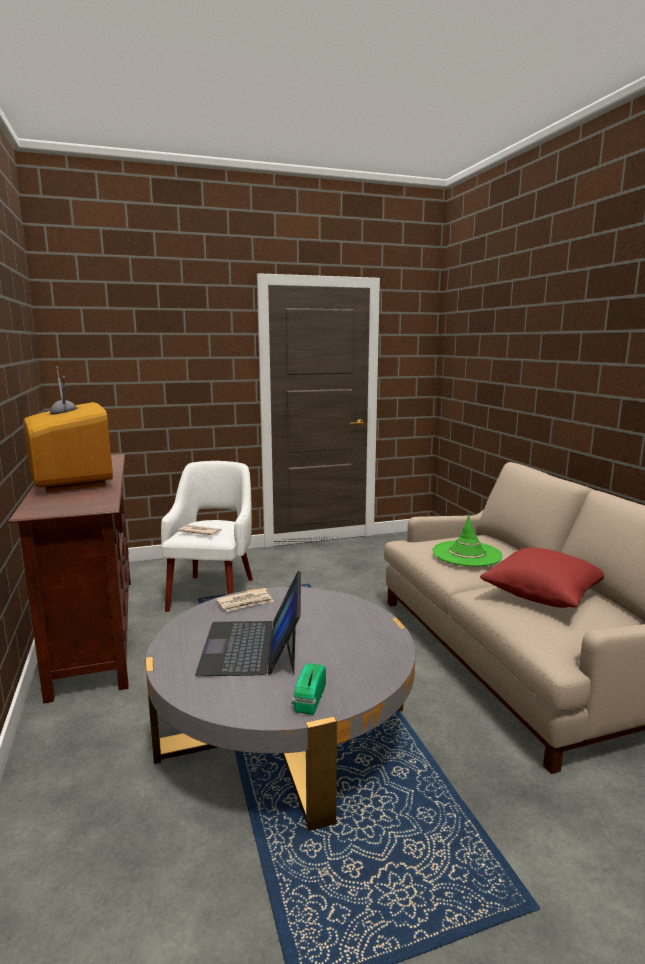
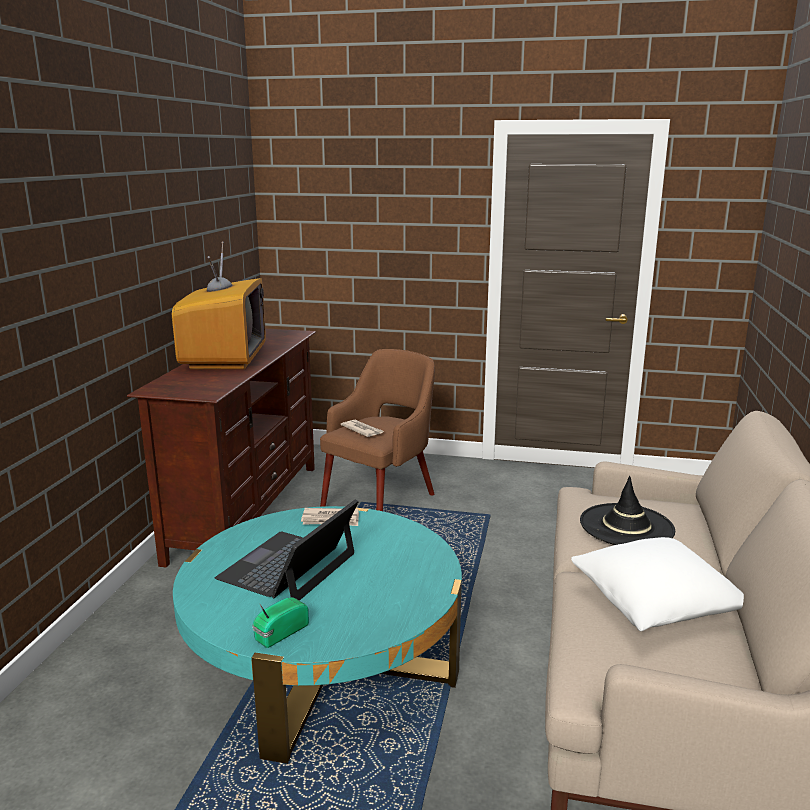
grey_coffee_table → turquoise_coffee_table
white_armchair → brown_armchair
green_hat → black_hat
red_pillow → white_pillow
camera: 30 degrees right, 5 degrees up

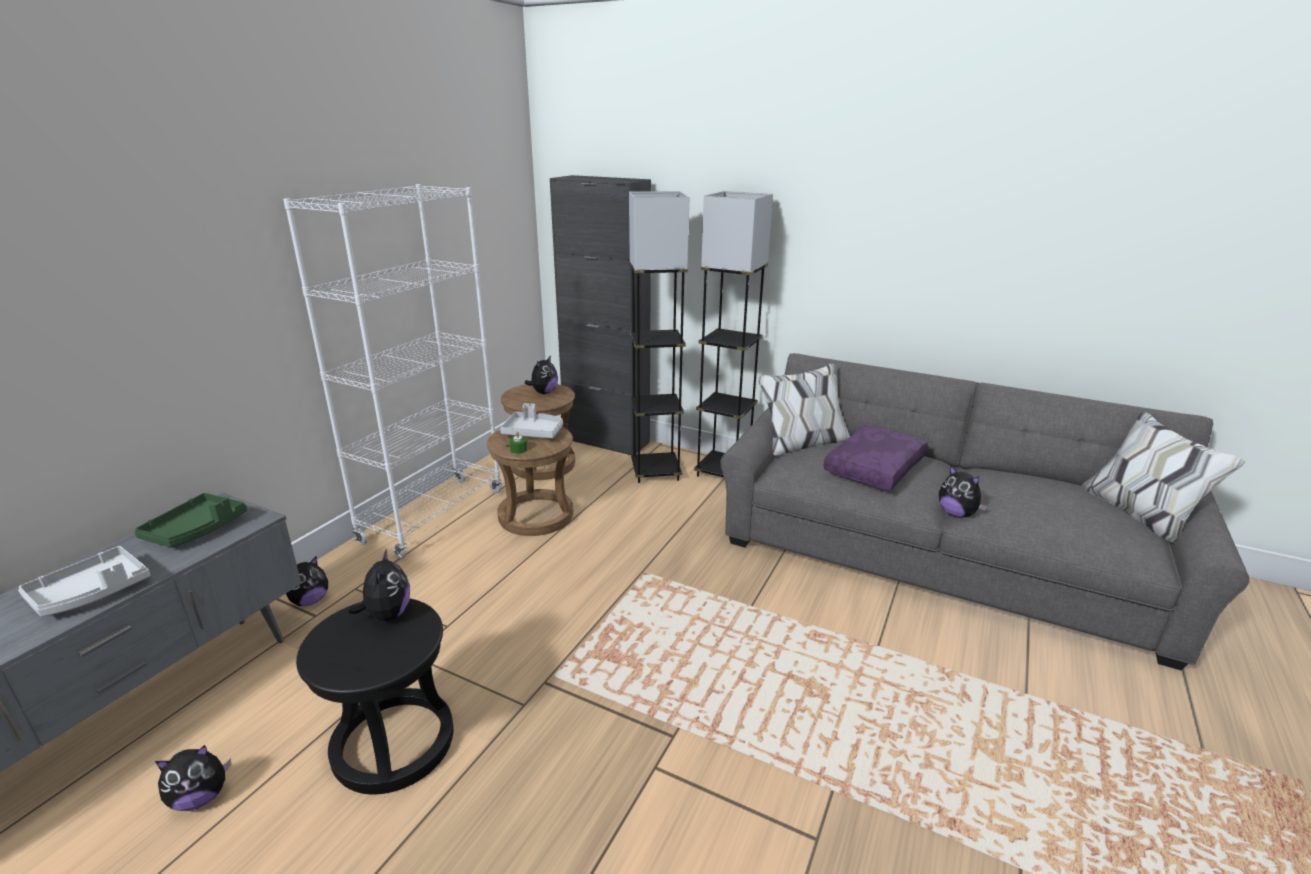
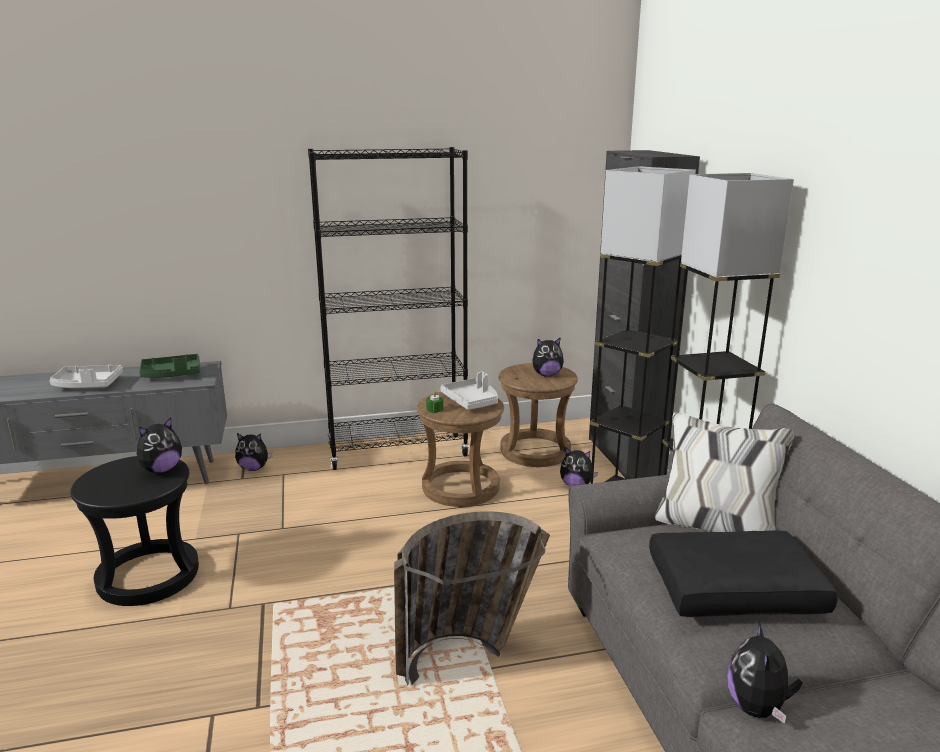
- → basket
plush_toy (1st from left in the first image) → plush_toy (4th from left), moved
white_bookcase → black_bookcase
purple_pillow → black_pillow
camera: 50 degrees right, 5 degrees down

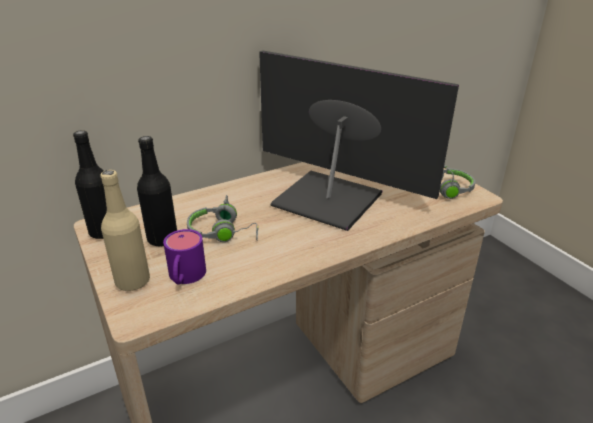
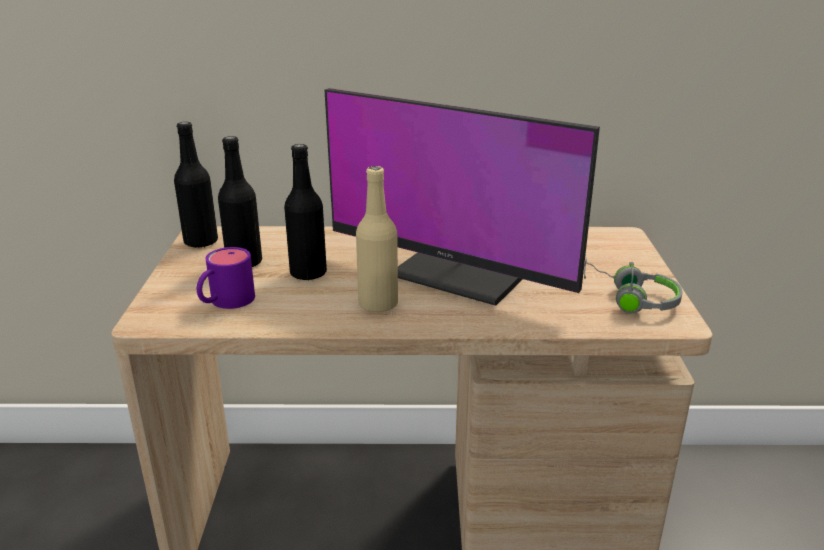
beige_bottle, moved
grey_headphones (1st from left) → black_bottle (3rd from left)
monitor, 150 degrees clockwise
camera: 30 degrees right, 5 degrees down

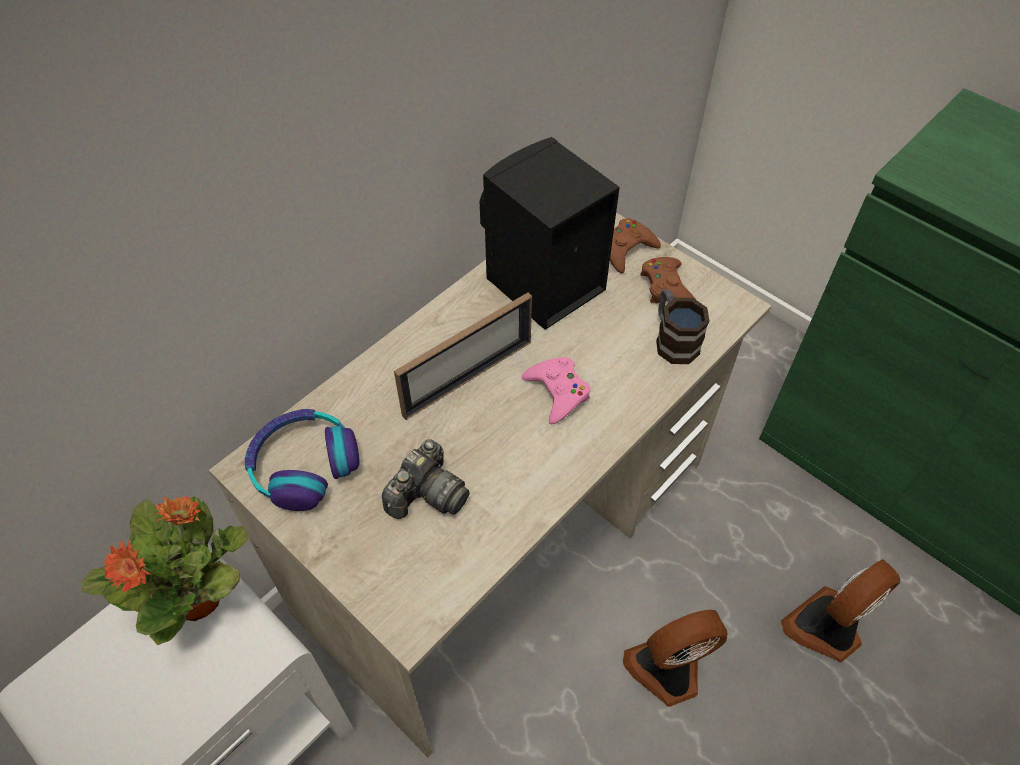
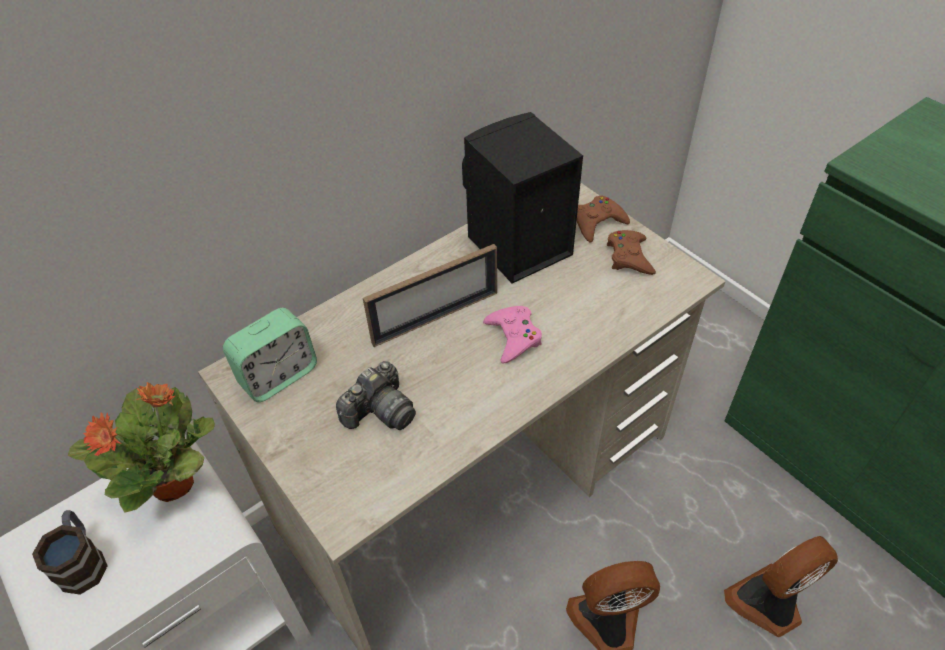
mug, moved
headphones → alarm_clock
camera: 10 degrees right, 5 degrees down

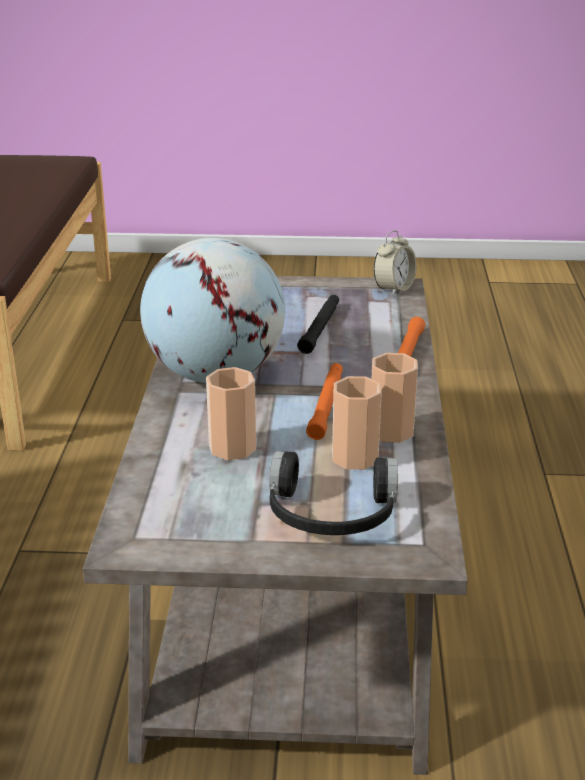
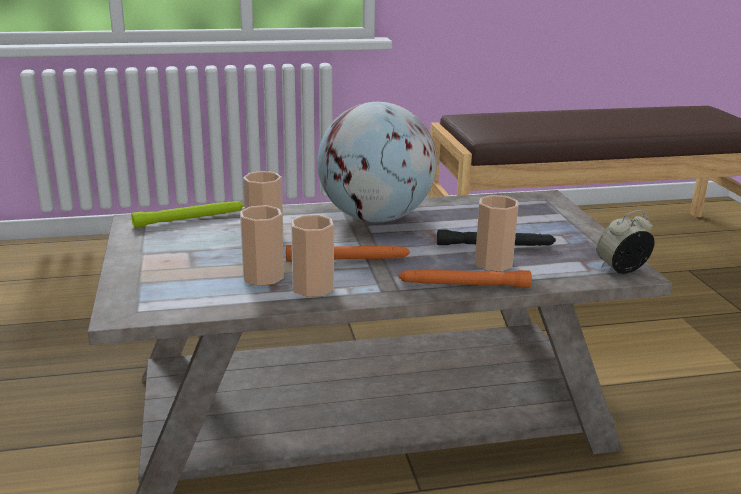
black_headphones → -
- → green_flashlight
- → cup (4th from left)
alarm_clock, 135 degrees clockwise
camera: 75 degrees right, 5 degrees down

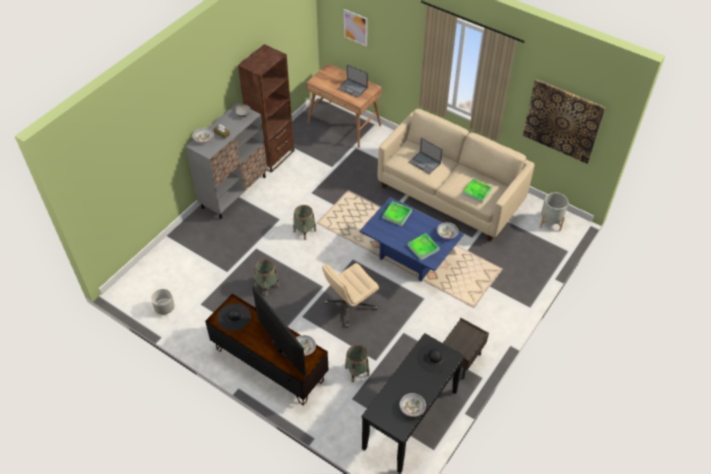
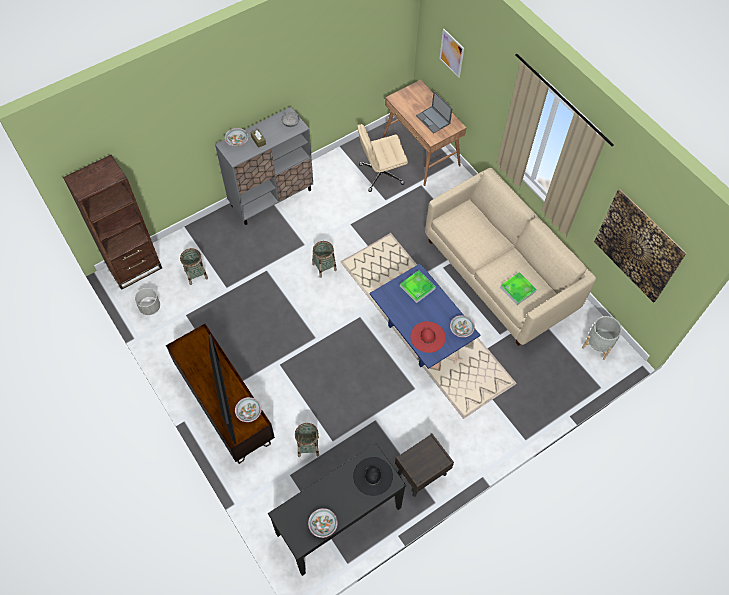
black_hat (1st from left) → -
laptop (2nd from left) → -
brown_bookcase, moved
basket (1st from left), moved
beige_office_chair, moved
tray (2nd from left) → red_hat
camera: 20 degrees right, 10 degrees up

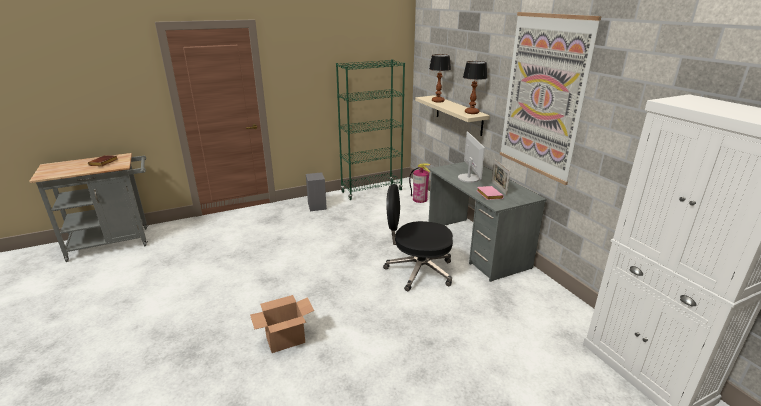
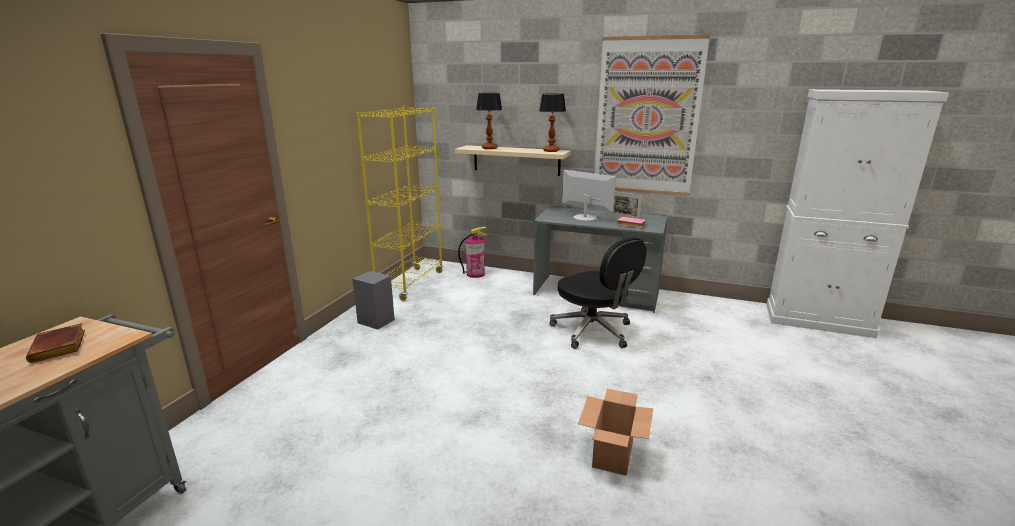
green_bookcase → yellow_bookcase
black_office_chair, 90 degrees counterclockwise
camera: 45 degrees left, 5 degrees down

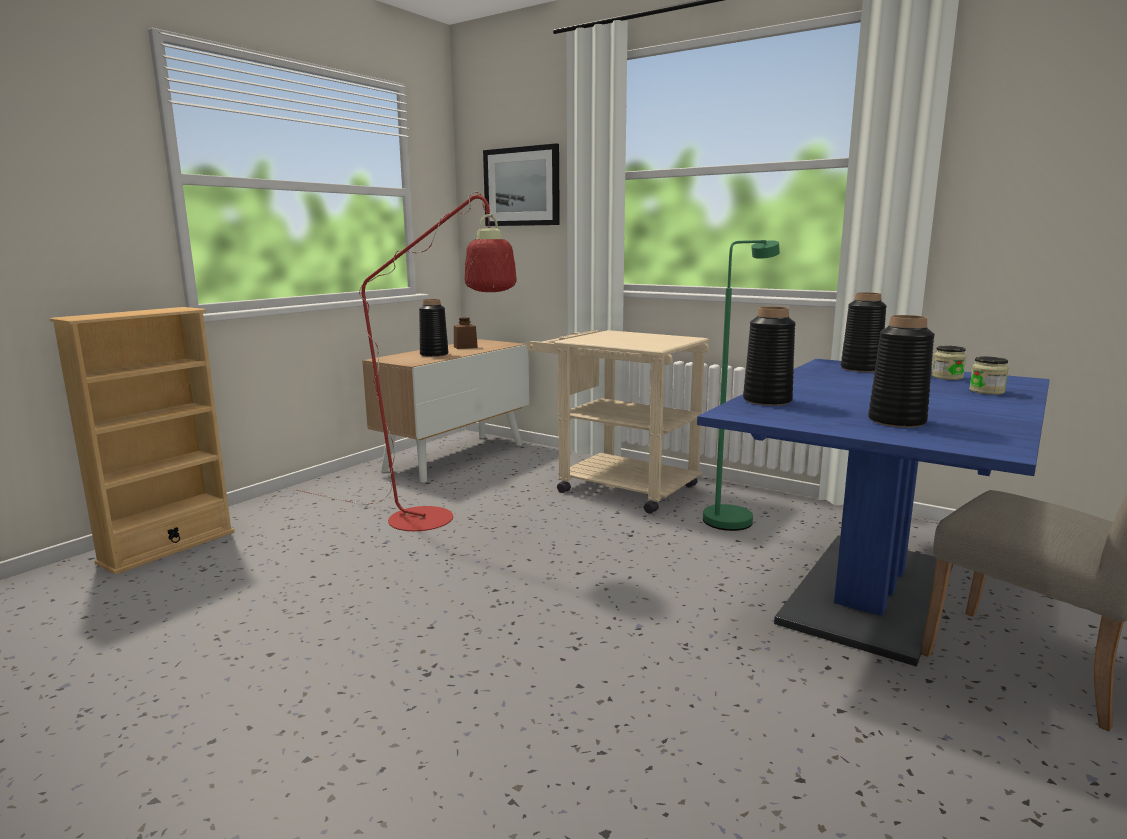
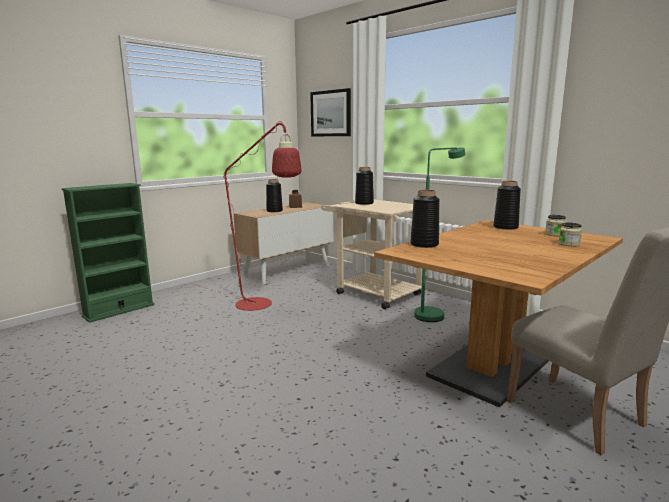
black_vase (4th from left in the first image) → black_vase (2nd from left), moved
beige_bookcase → green_bookcase
blue_dining_table → brown_dining_table
camera: 10 degrees right, 0 degrees up

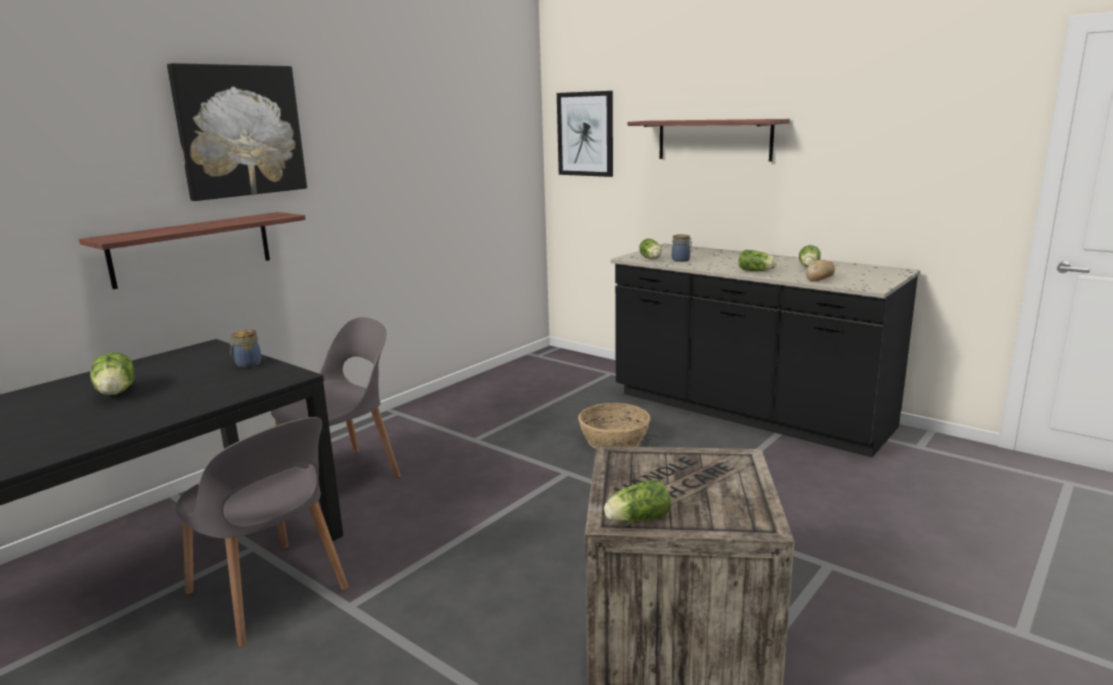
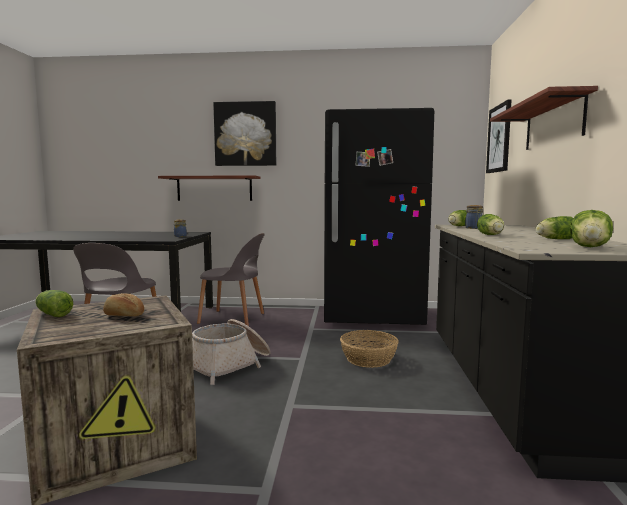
- → basket (1st from left)
- → black_fridge
lettuce (1st from left in the first image) → lettuce (5th from left), moved
bread, moved
camera: 55 degrees right, 10 degrees down

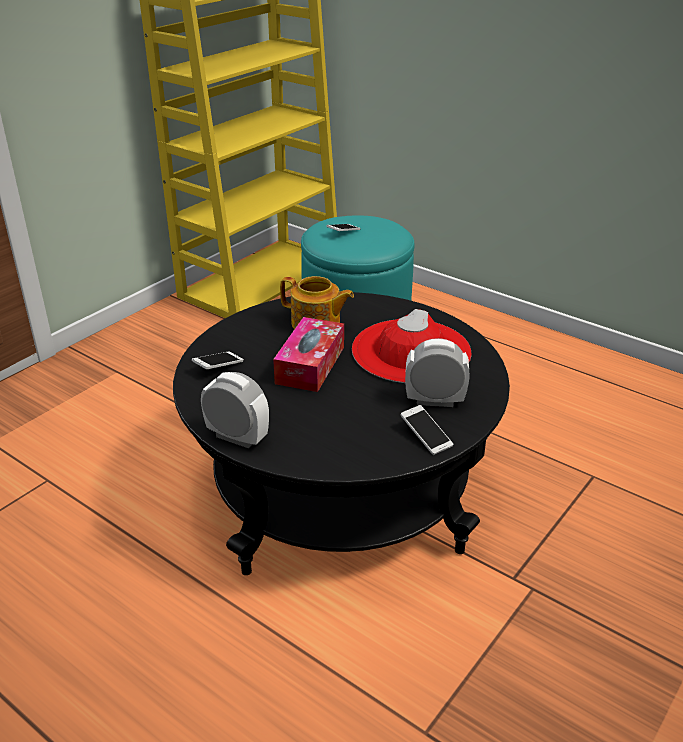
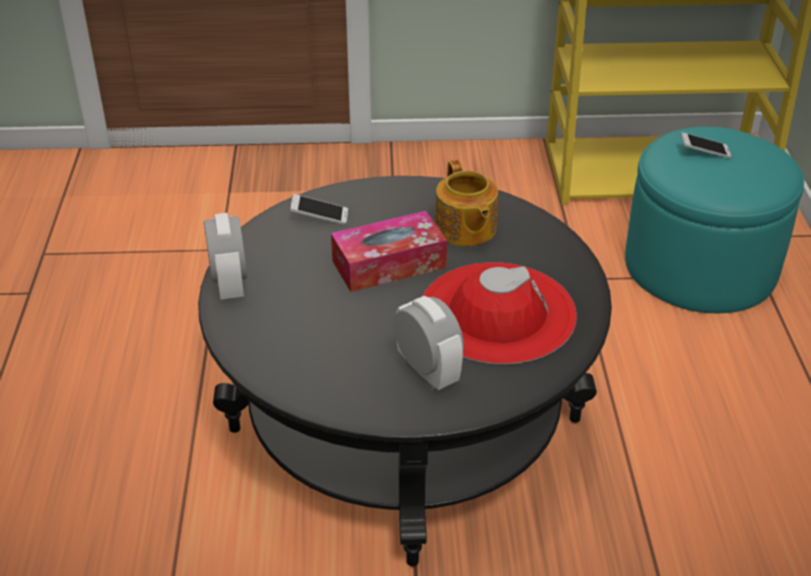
phone (3rd from left) → -
camera: 50 degrees right, 5 degrees up

